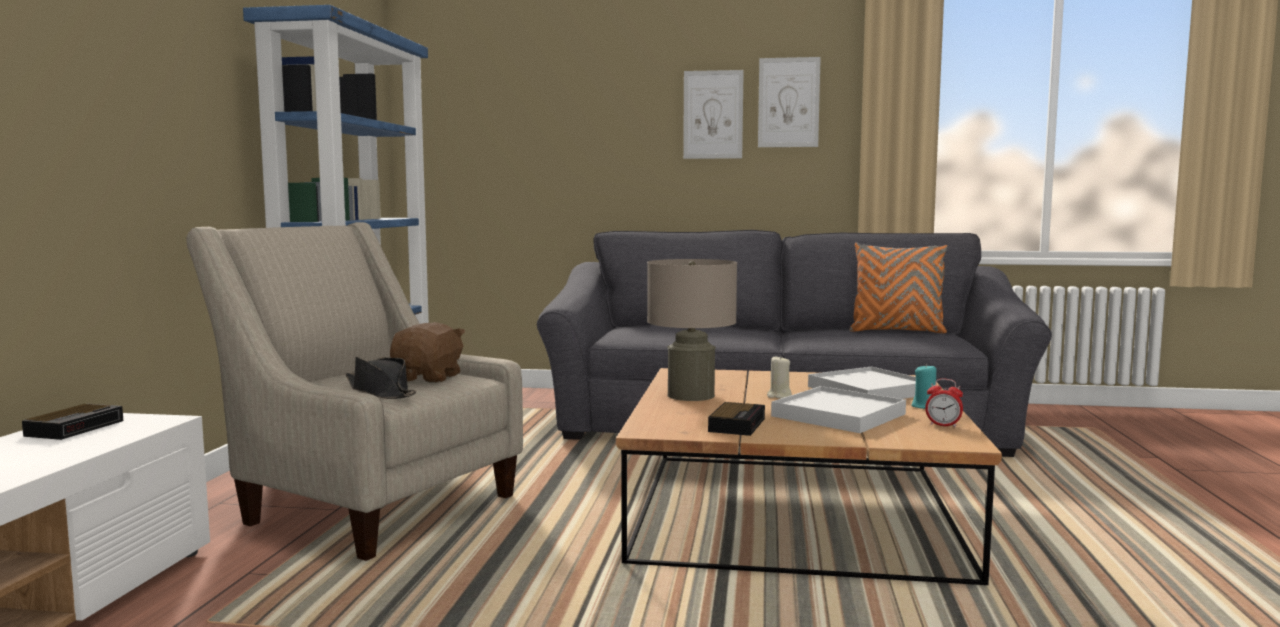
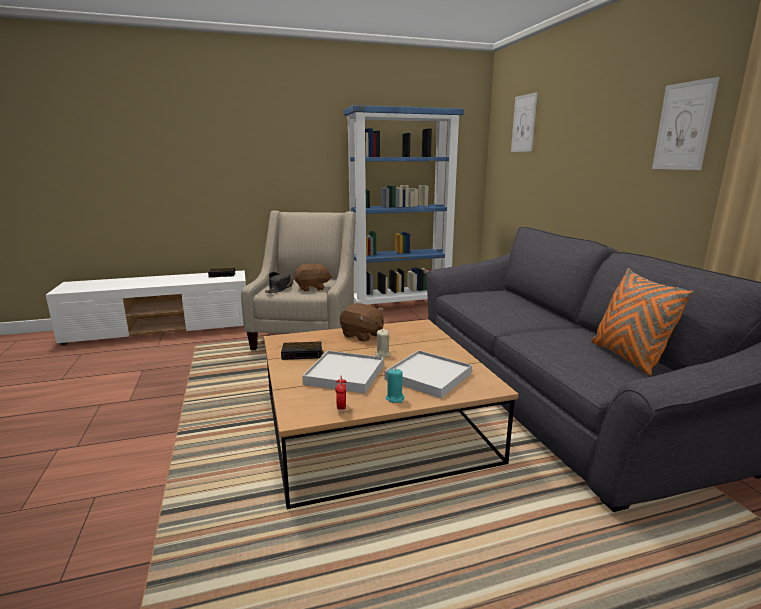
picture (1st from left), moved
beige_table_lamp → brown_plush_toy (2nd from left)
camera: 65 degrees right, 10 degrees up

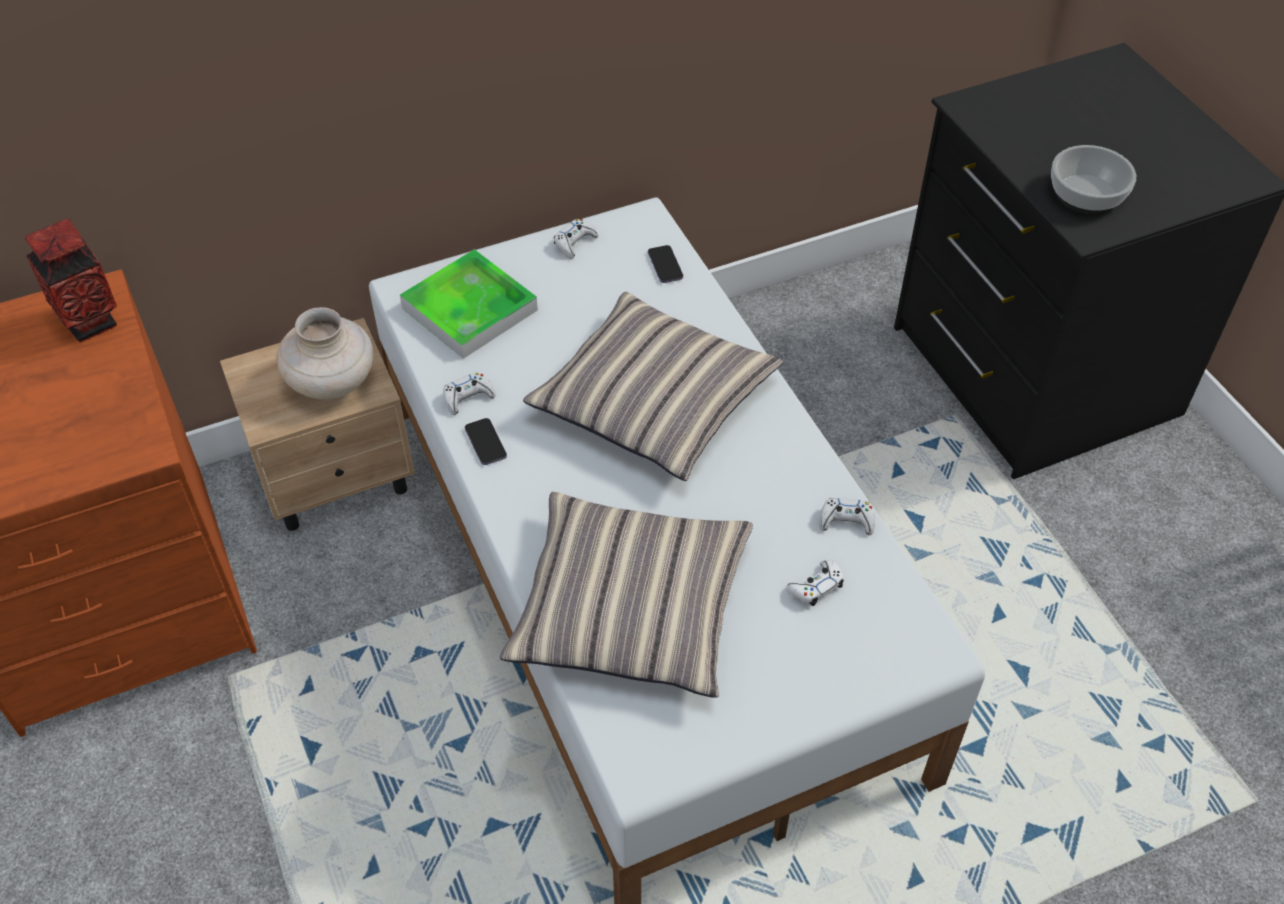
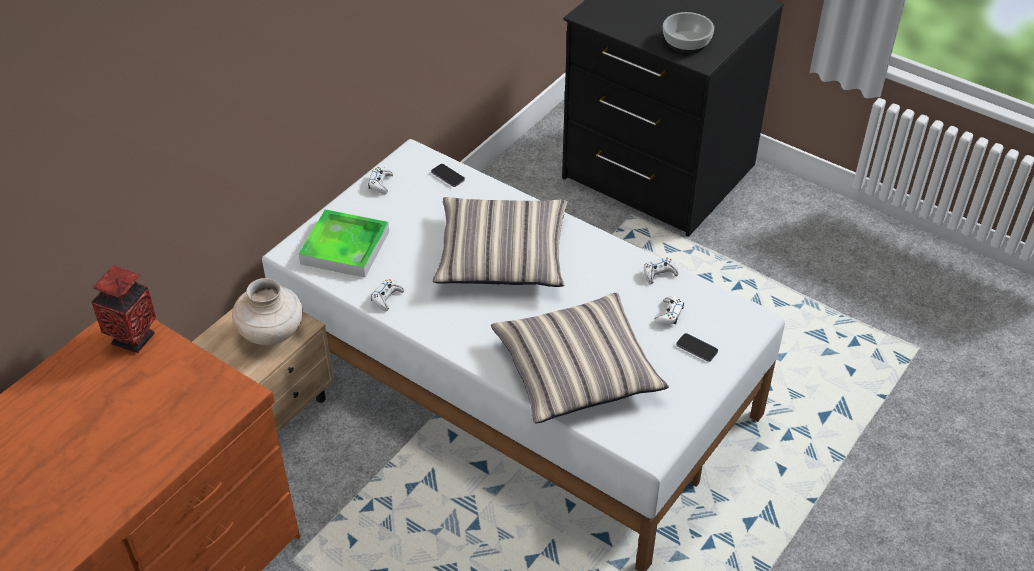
phone (1st from left in the first image) → phone (2nd from left), moved
camera: 30 degrees left, 5 degrees down

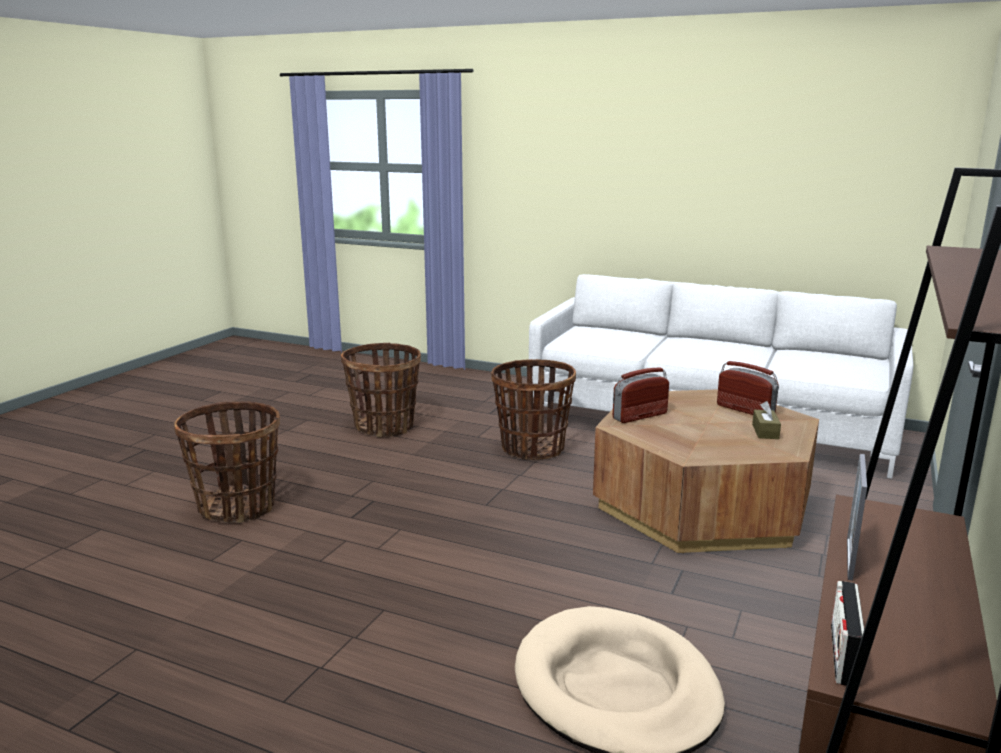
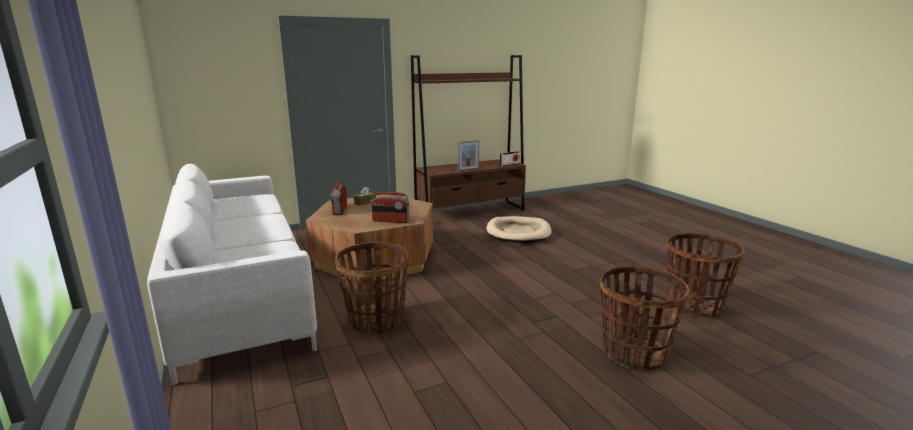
basket (2nd from left in the first image) → basket (3rd from left), moved
camera: 140 degrees left, 0 degrees up

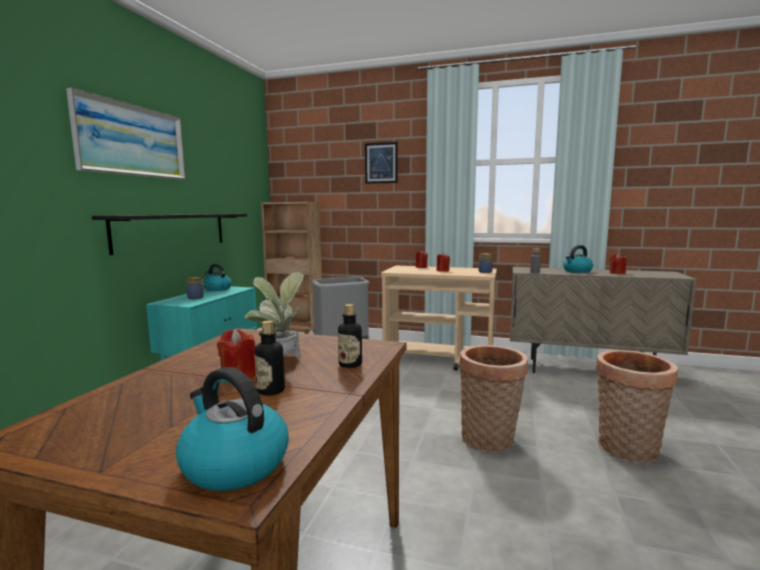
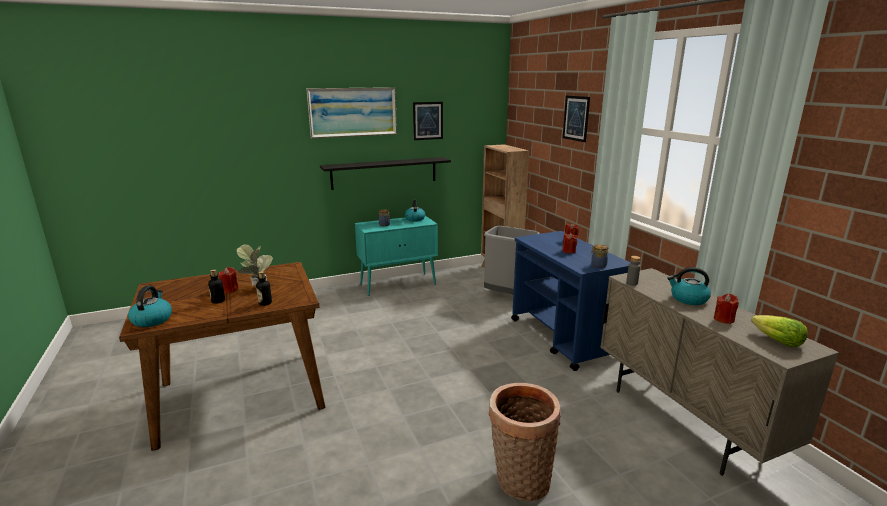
basket (1st from left) → -
- → picture (2nd from left)
- → lettuce
beige_cart → blue_cart
camera: 50 degrees right, 10 degrees up

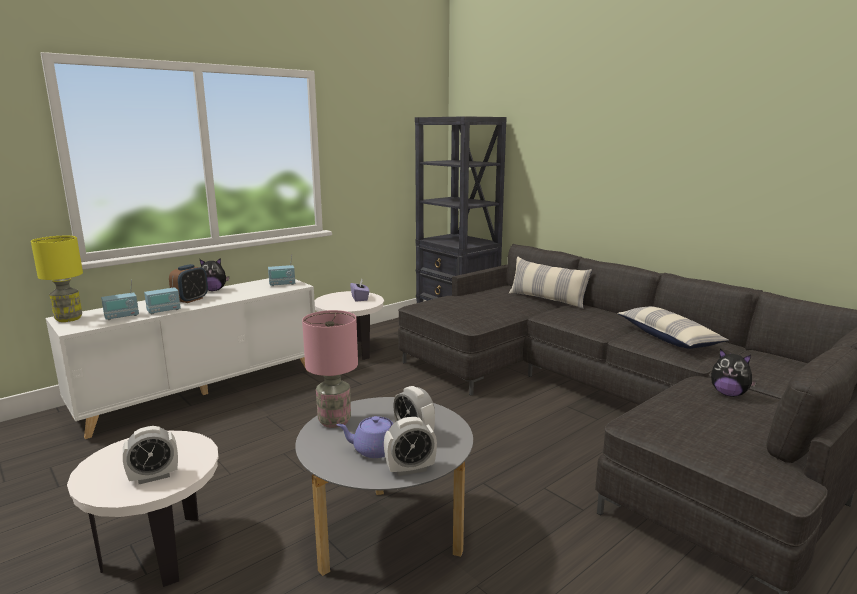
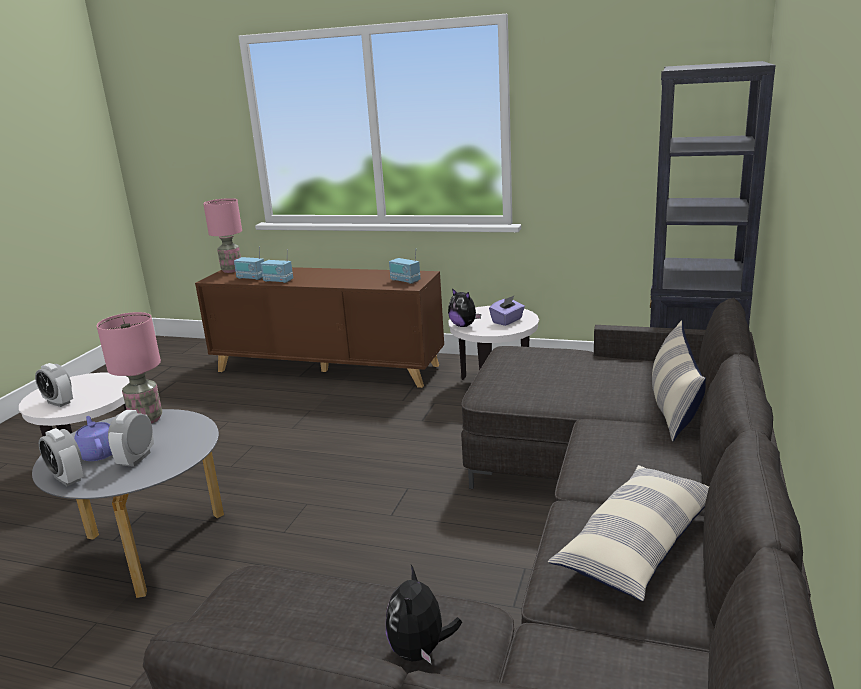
alarm_clock (2nd from left) → -
plush_toy (1st from left in the first image) → plush_toy (2nd from left), moved
yellow_table_lamp → pink_table_lamp (2nd from left)
white_cabinet → brown_cabinet
camera: 60 degrees right, 5 degrees up

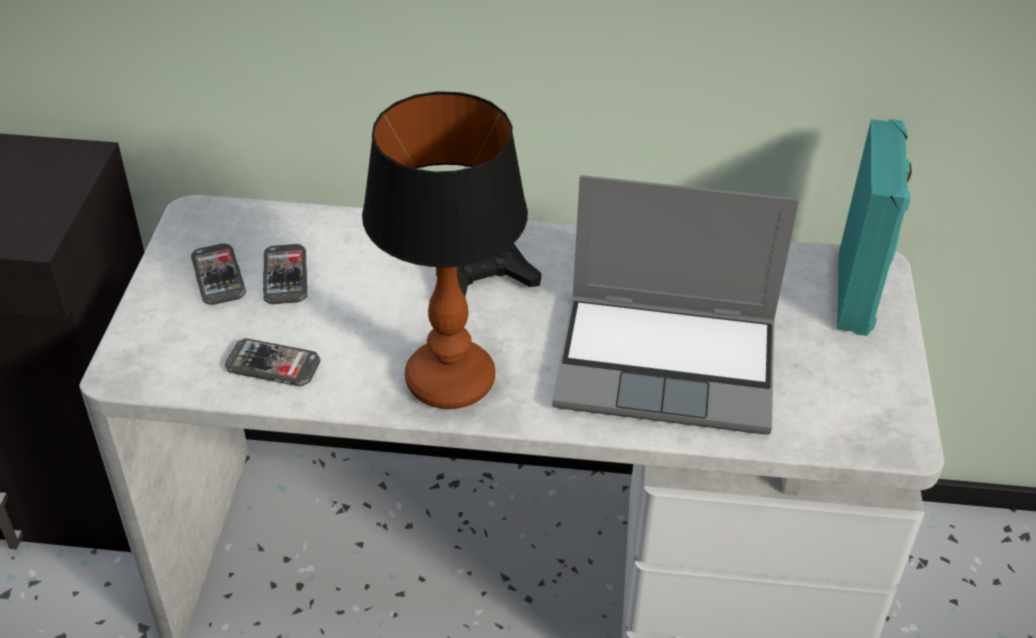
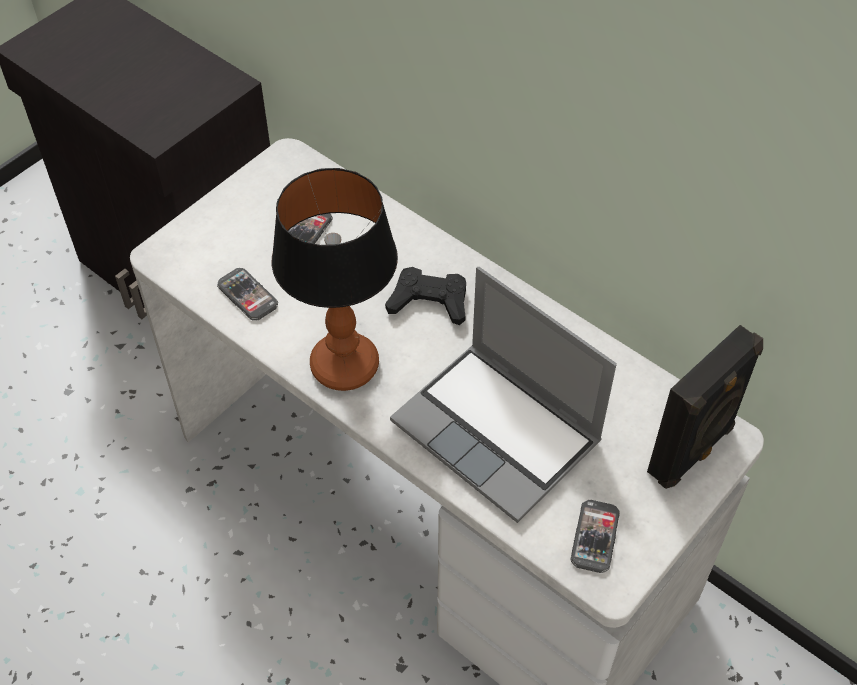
phone (1st from left in the first image) → phone (3rd from left), moved
turquoise_speaker → black_speaker
camera: 35 degrees right, 10 degrees up

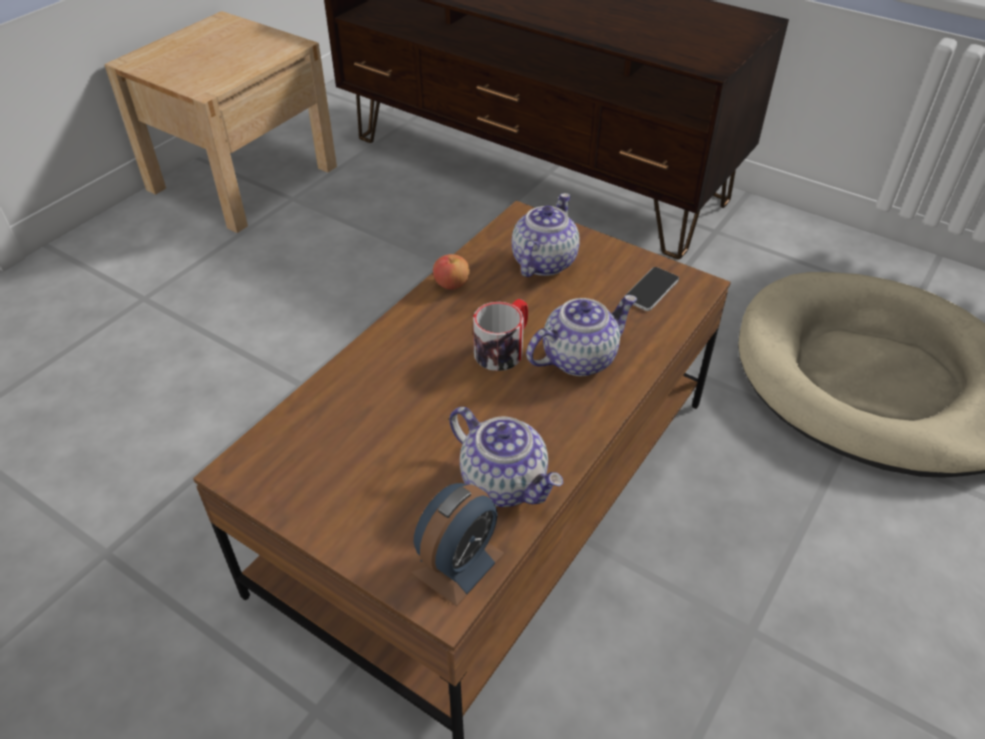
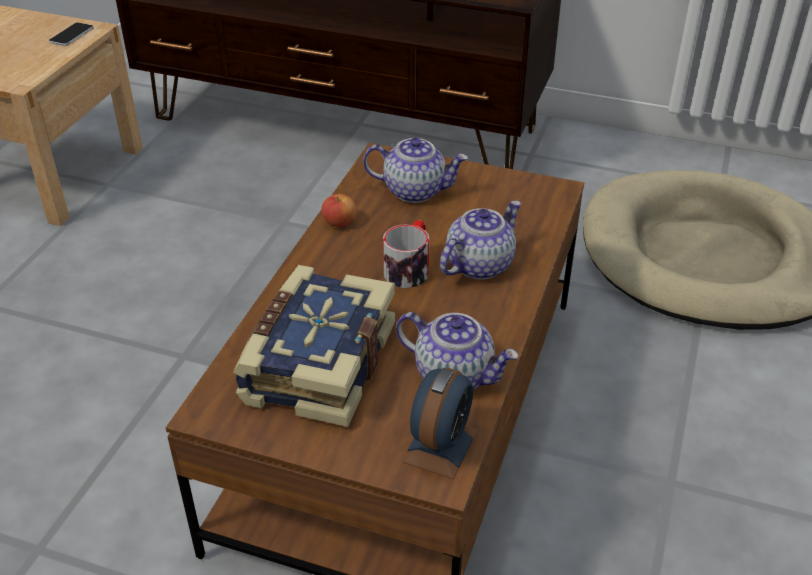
- → book
phone, moved
teapot (2nd from left in the first image) → teapot (1st from left), 90 degrees clockwise
camera: 15 degrees left, 5 degrees down

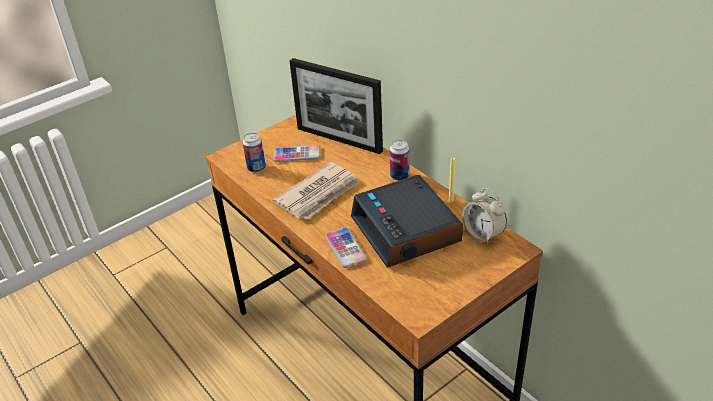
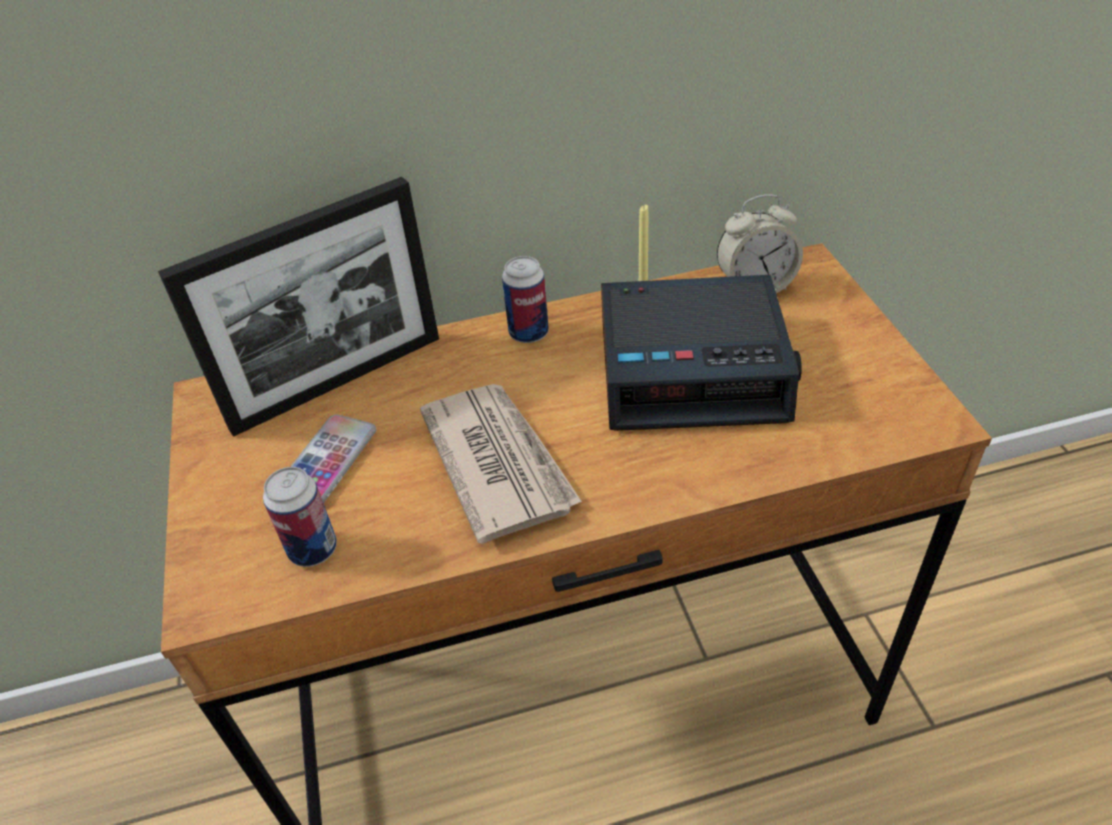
phone (2nd from left) → -
camera: 65 degrees left, 5 degrees up

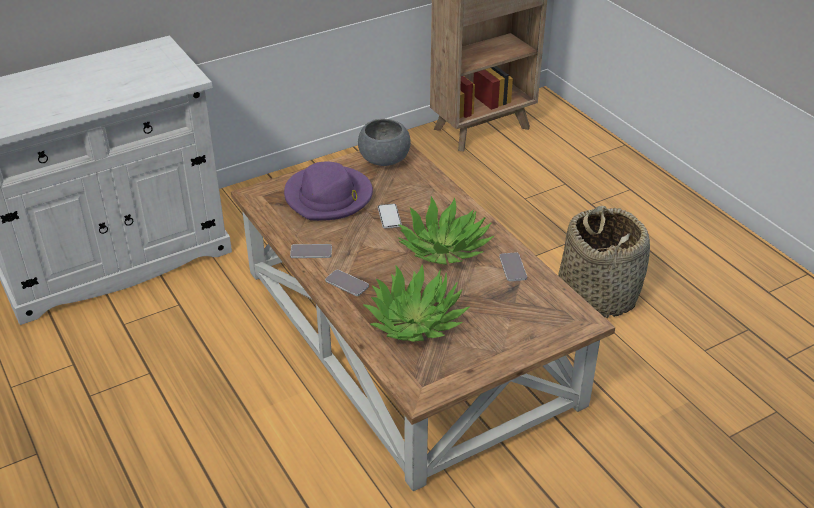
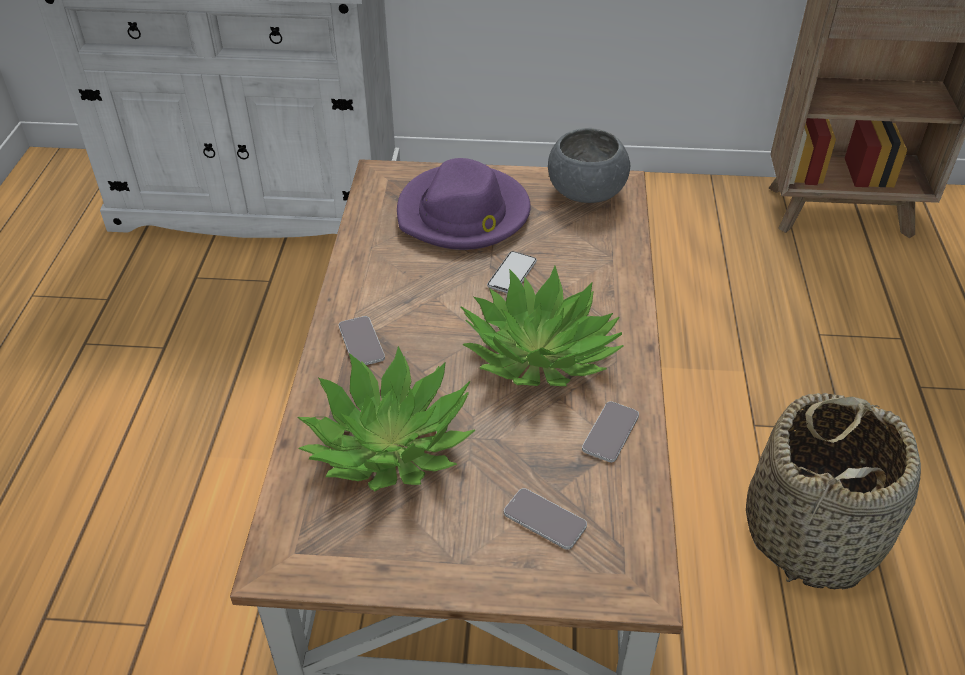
phone (1st from left in the first image) → phone (3rd from left), moved
camera: 35 degrees right, 5 degrees up

